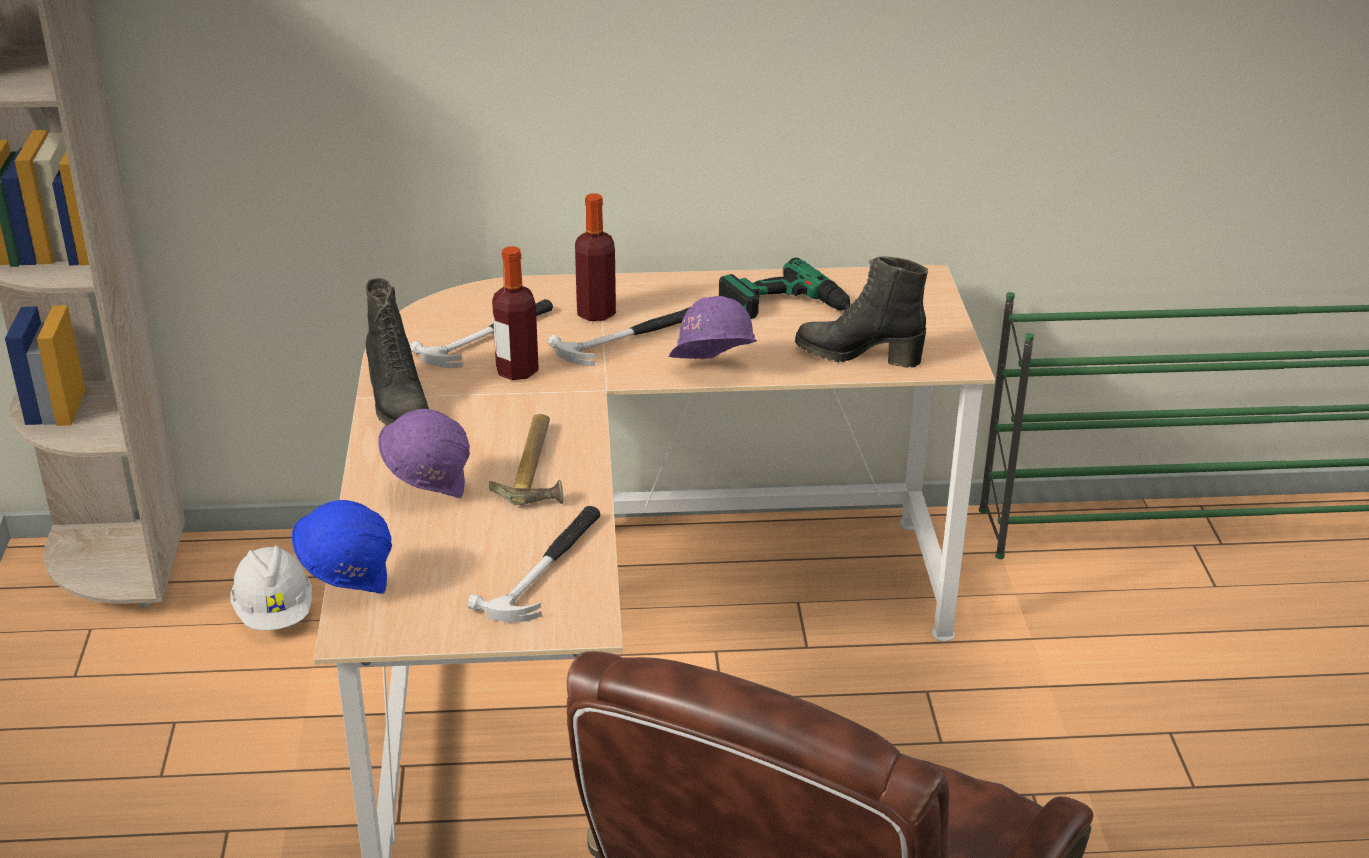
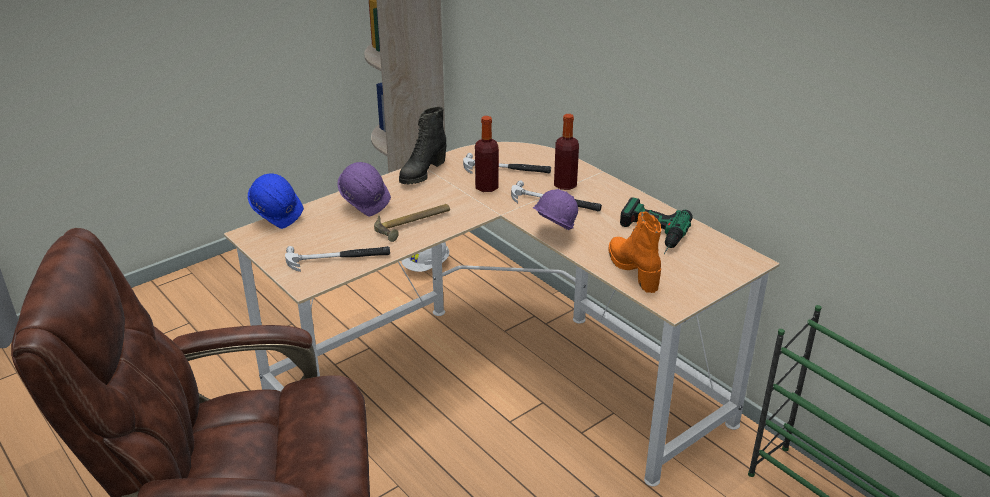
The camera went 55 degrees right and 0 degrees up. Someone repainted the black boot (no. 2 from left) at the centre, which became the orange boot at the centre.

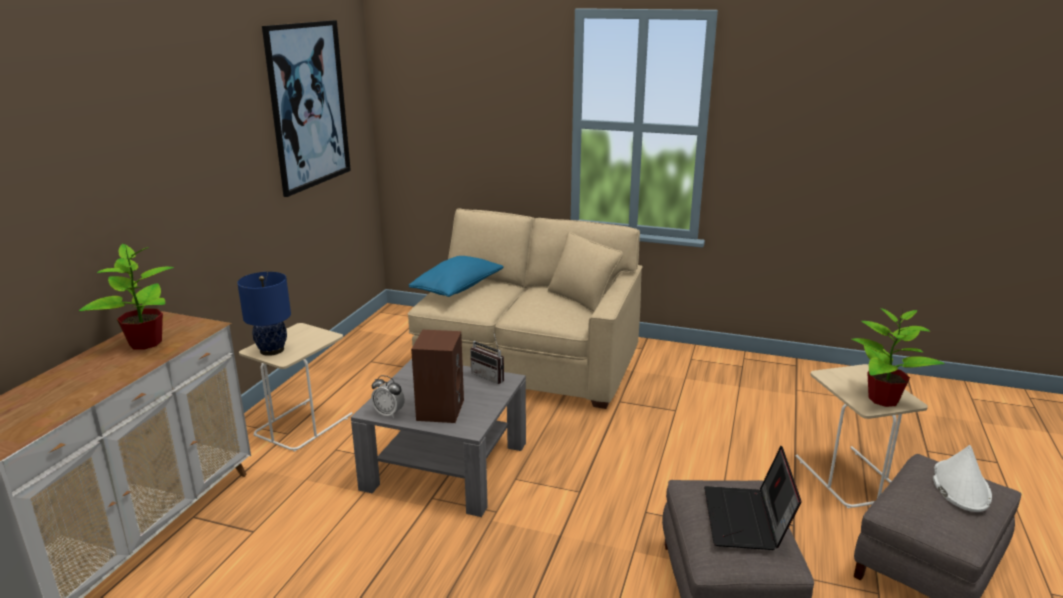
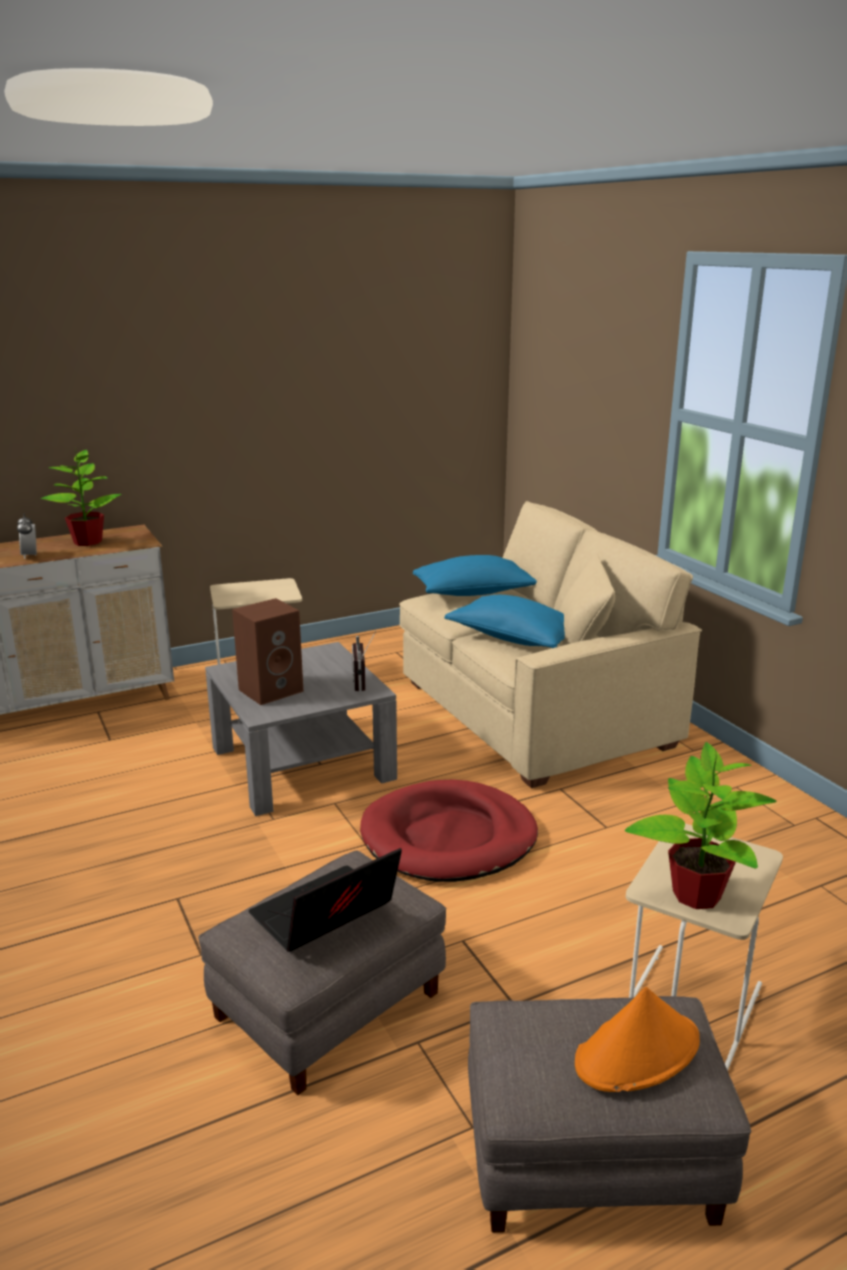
The camera went 45 degrees right and 0 degrees up. Someone took away the blue table lamp at the middle left. Someone took away the picture at the top left. Someone put down the red dog bed at the centre. Someone put down the blue pillow (no. 2 from left) at the centre. Someone carried the alarm clock from the centre to the middle left. Someone repainted the white hat at the bottom right, which became the orange hat at the bottom right.

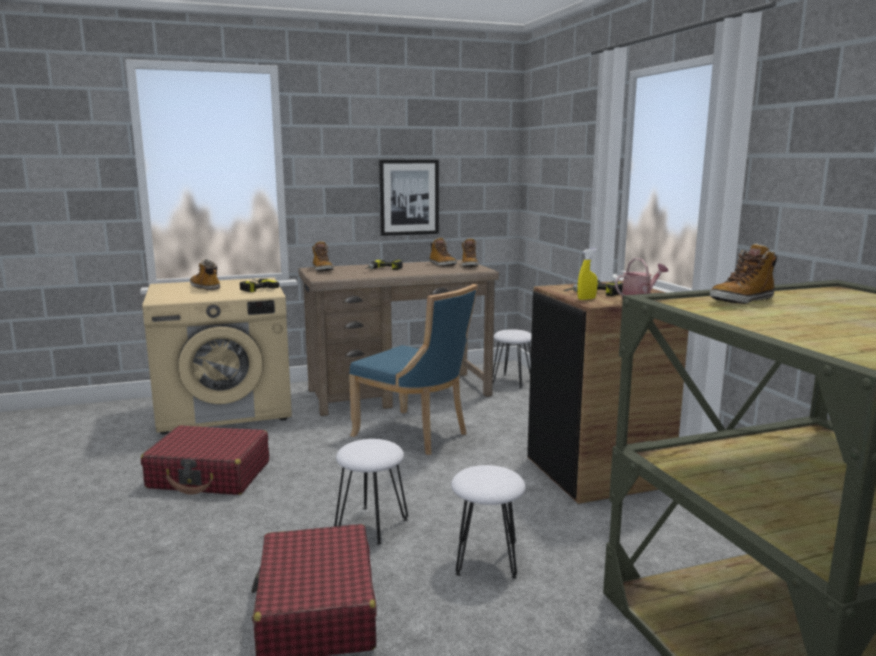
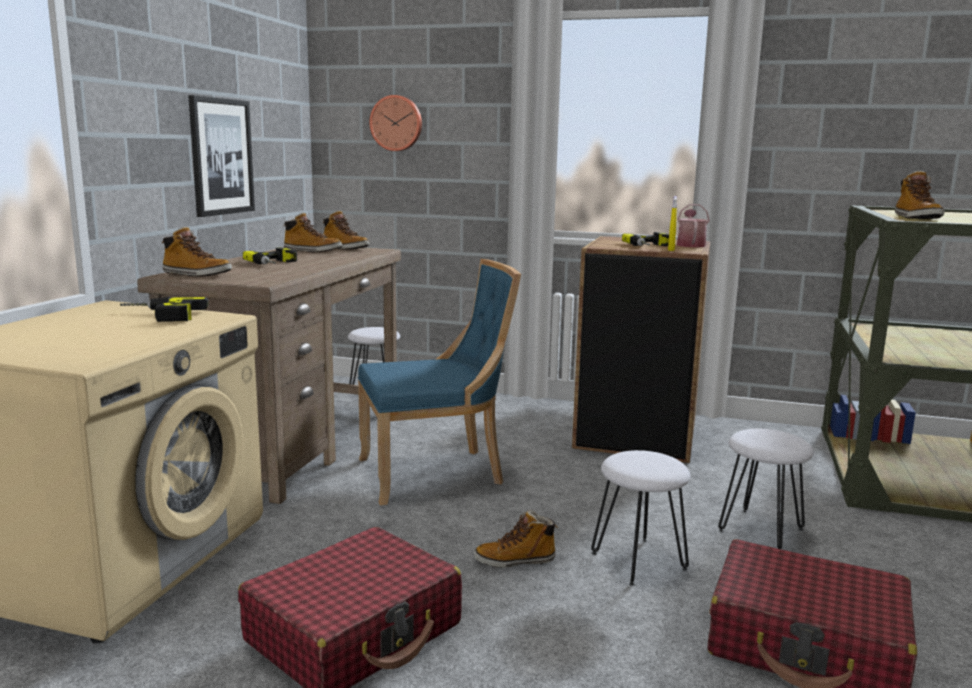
The camera went 55 degrees left and 0 degrees up. Someone put up the wall clock at the top centre. Someone carried the boot (no. 1 from left in the first image) from the middle left to the bottom centre.

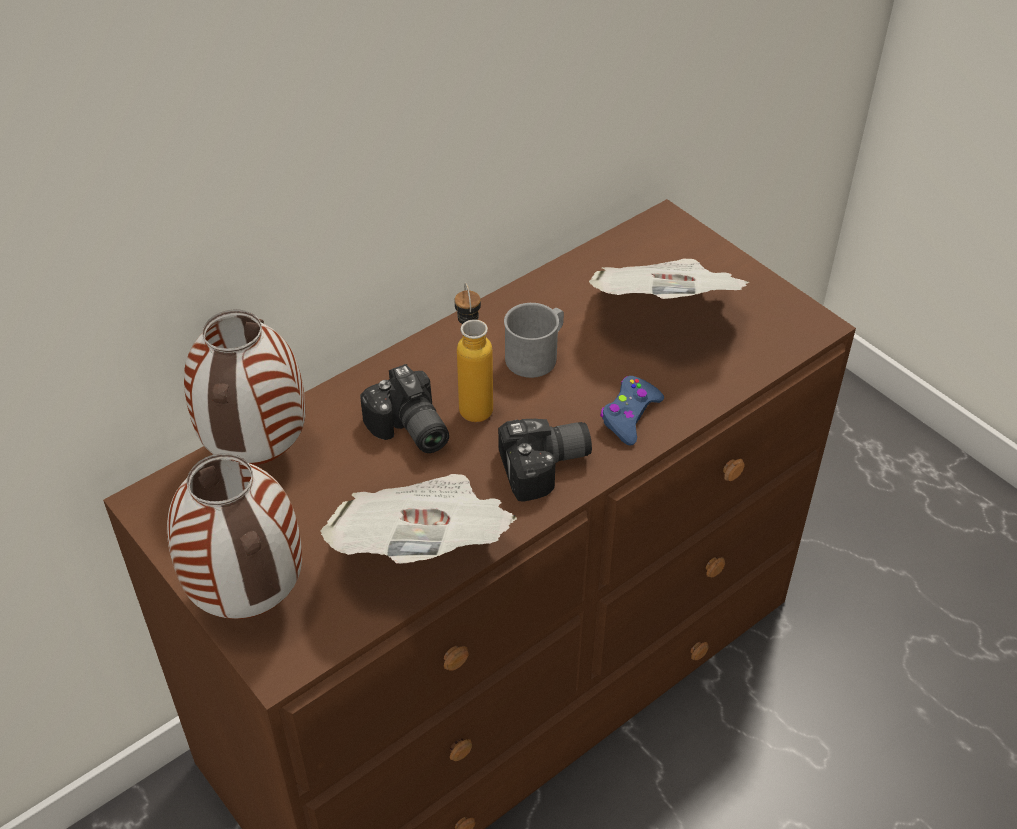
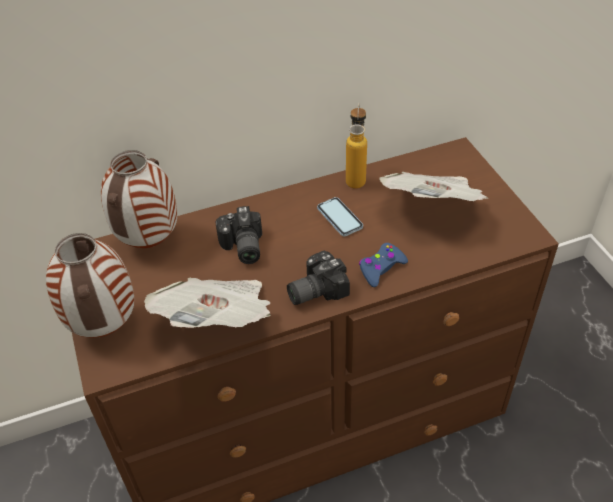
The camera went 20 degrees right and 0 degrees up. Someone carried the bottle from the centre to the top centre. Someone swapped the grey mug at the centre for the phone at the centre. Someone rotated the photo camera (no. 2 from left) at the centre by 150 degrees clockwise.

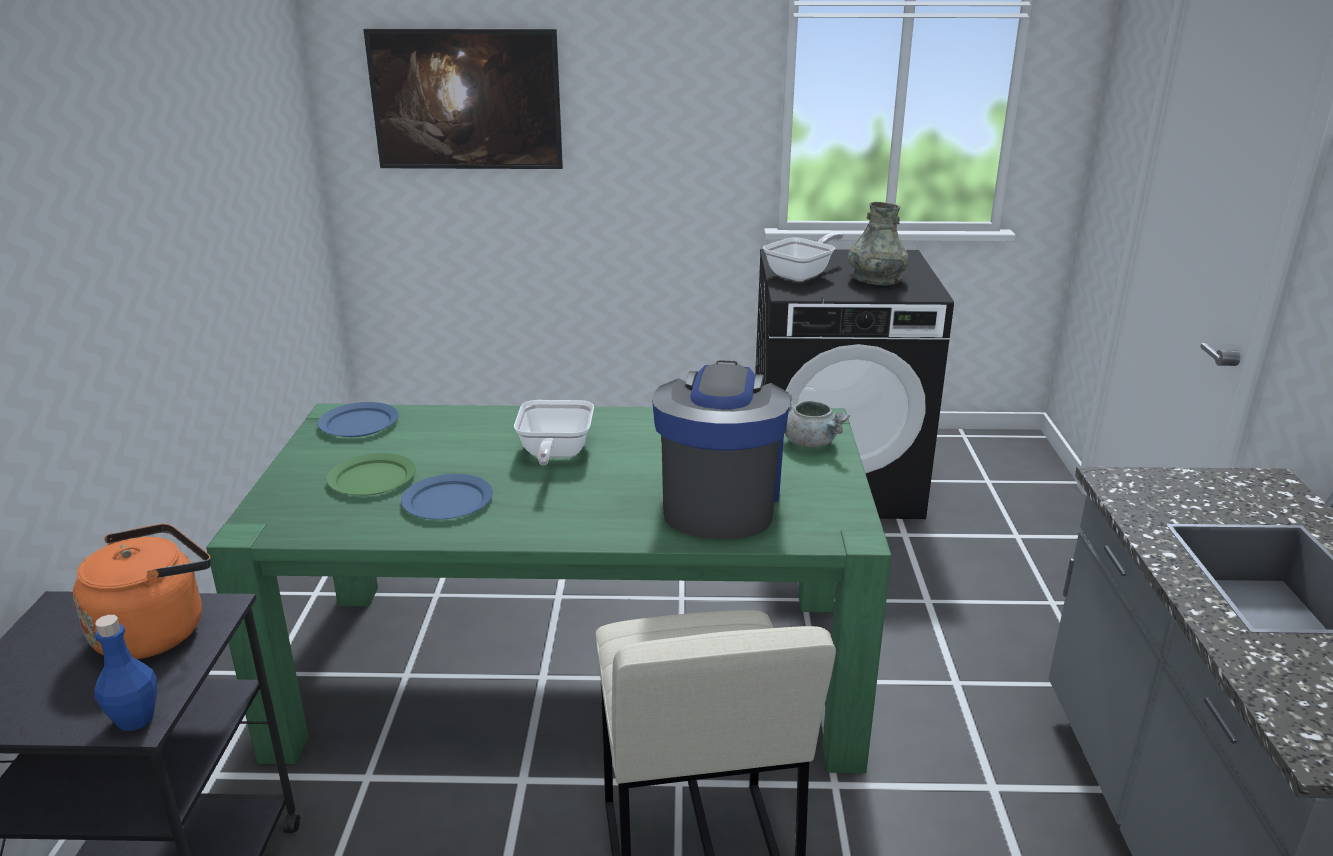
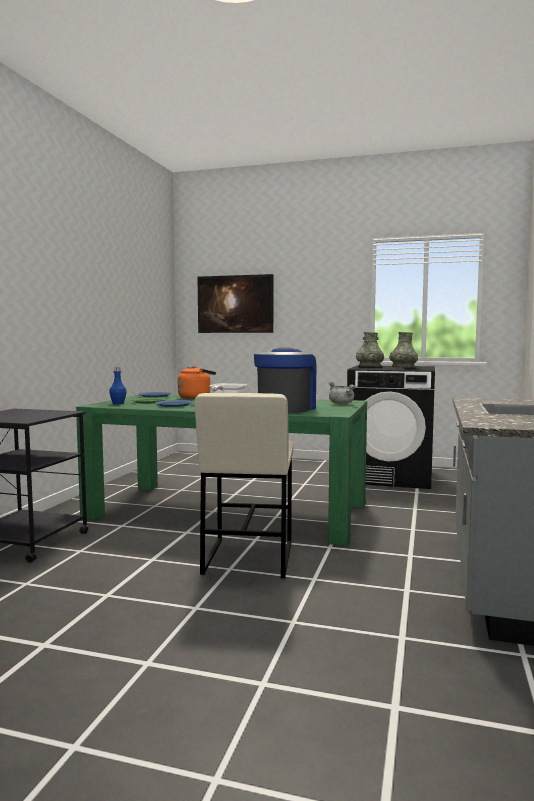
The camera went 15 degrees right and 20 degrees down. Someone carried the orange kettle from the bottom left to the centre. Someone carried the blue bottle from the bottom left to the middle left. Someone swapped the frying pan (no. 2 from left) at the top centre for the grey vase (no. 1 from left) at the middle right.

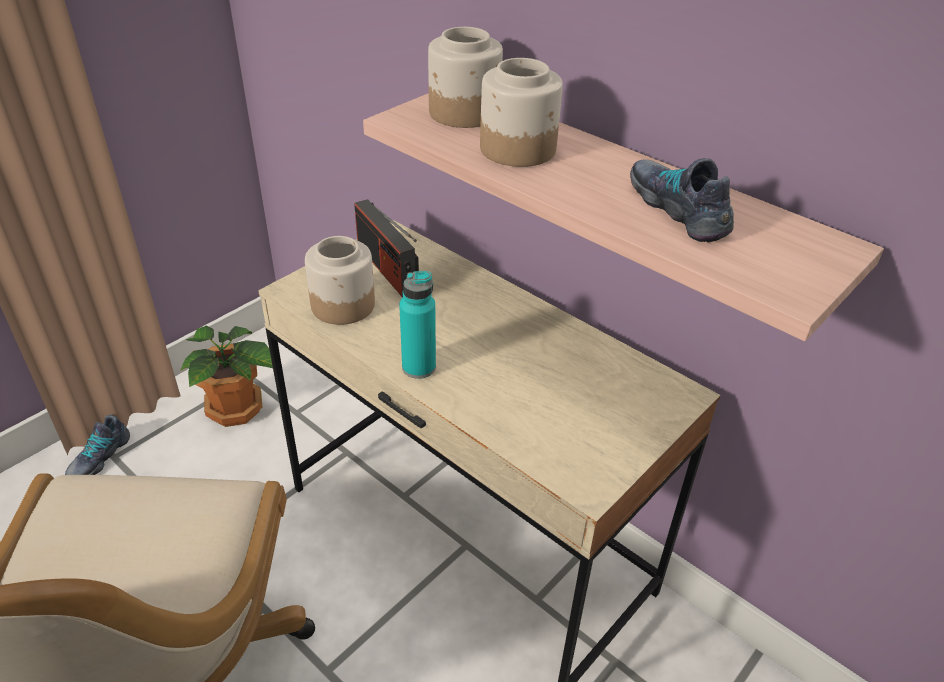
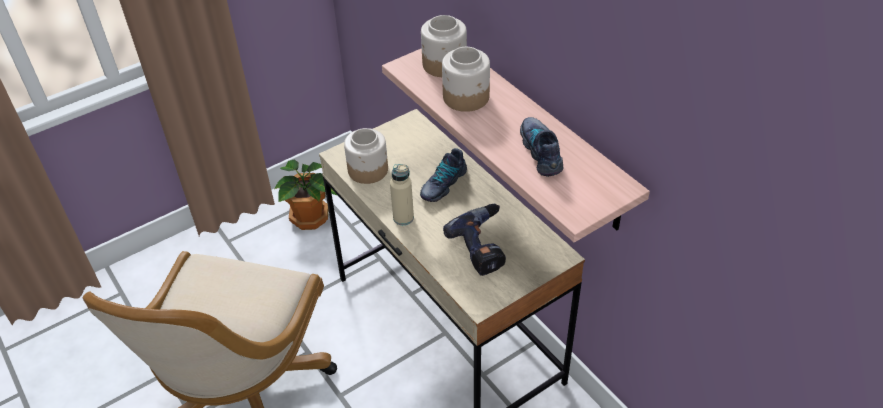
The camera went 15 degrees right and 5 degrees up. Someone took away the radio at the centre. Someone put down the power drill at the centre. Someone carried the shoe (no. 1 from left) from the middle left to the centre. Someone repainted the turquoise bottle at the centre, which became the beige bottle at the centre.

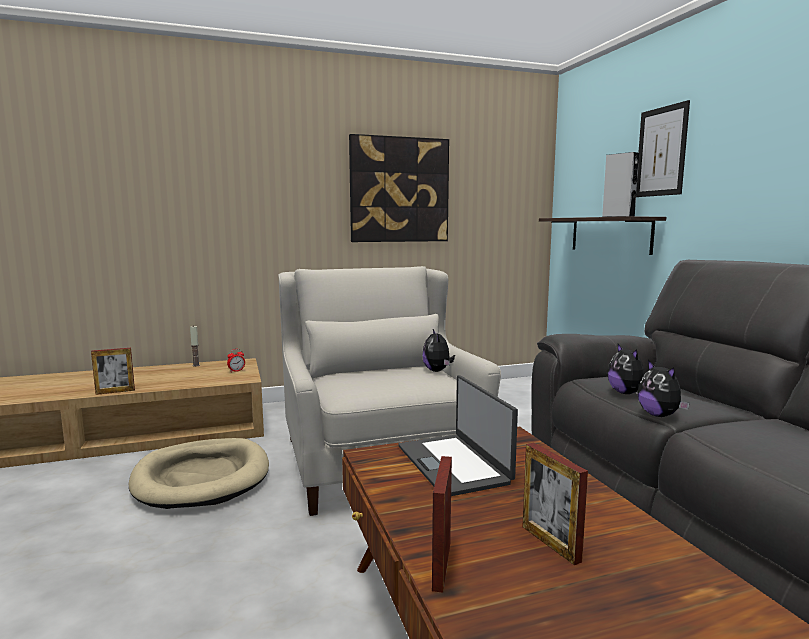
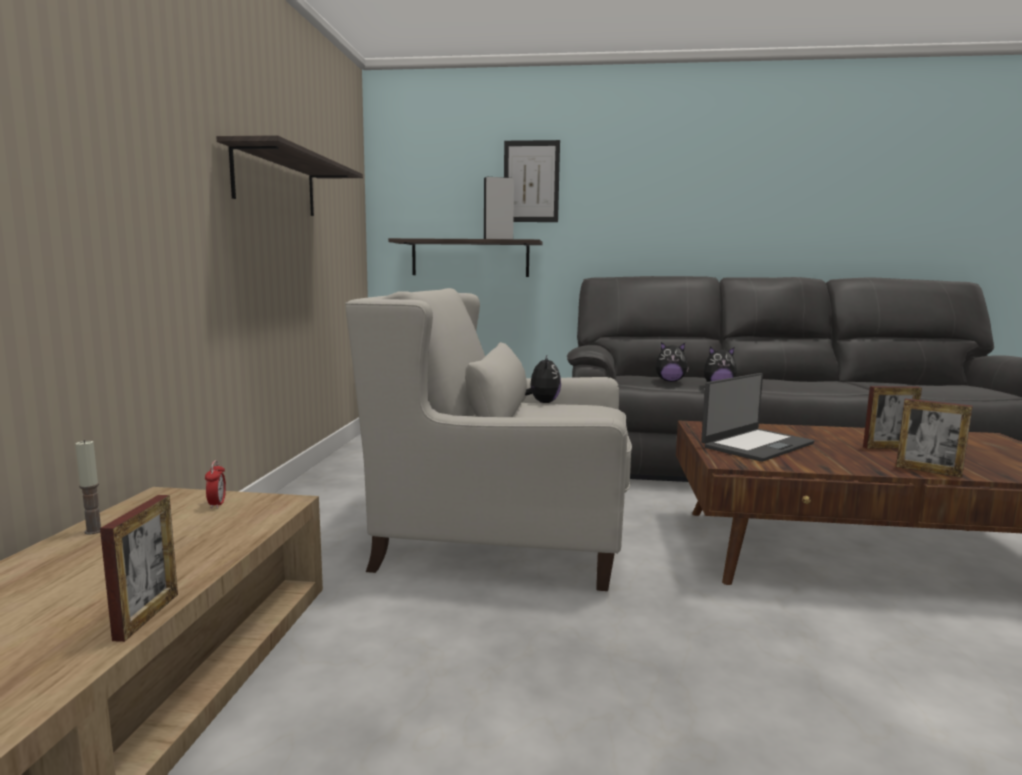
The camera went 65 degrees left and 0 degrees up. Someone took away the beige dog bed at the bottom left. Someone swapped the picture (no. 1 from left) at the top centre for the shelf (no. 1 from left) at the top left. Someone rotated the laptop at the bottom centre by 45 degrees counterclockwise. Someone rotated the plush toy (no. 1 from left) at the centre by 105 degrees counterclockwise.

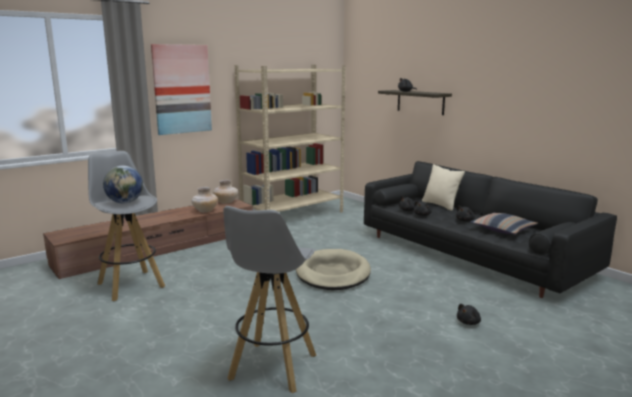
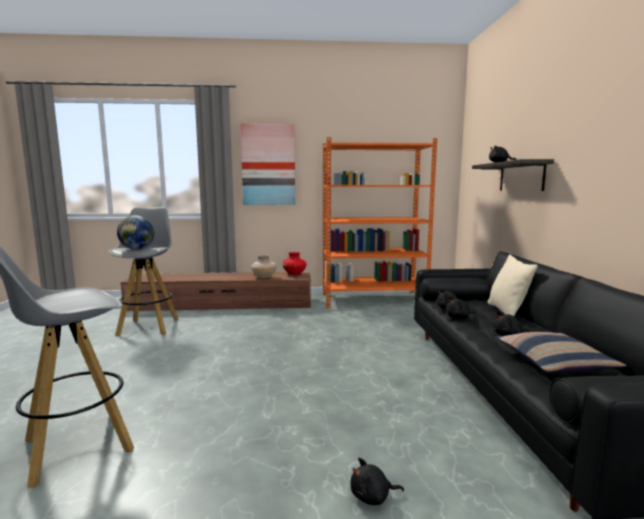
The camera went 35 degrees right and 5 degrees down. Someone took away the beige dog bed at the bottom centre. Someone repainted the beige vase (no. 2 from left) at the centre, which became the red vase at the centre. Someone repainted the beige bookcase at the centre, which became the orange bookcase at the centre.

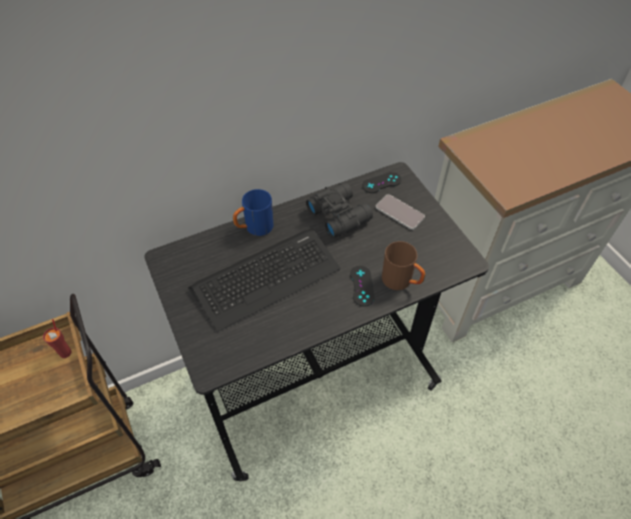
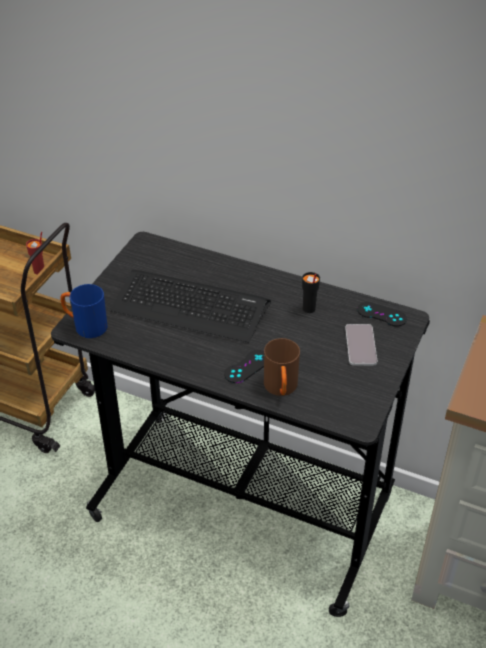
The camera went 50 degrees right and 10 degrees down. Someone carried the blue mug from the centre to the middle left. Someone swapped the black binoculars at the centre for the black cup at the centre.

